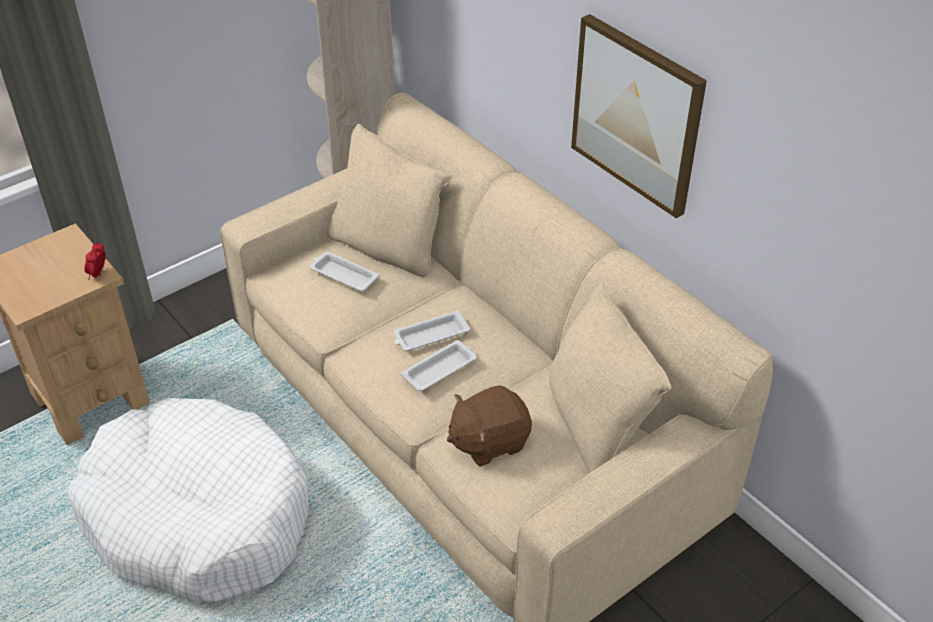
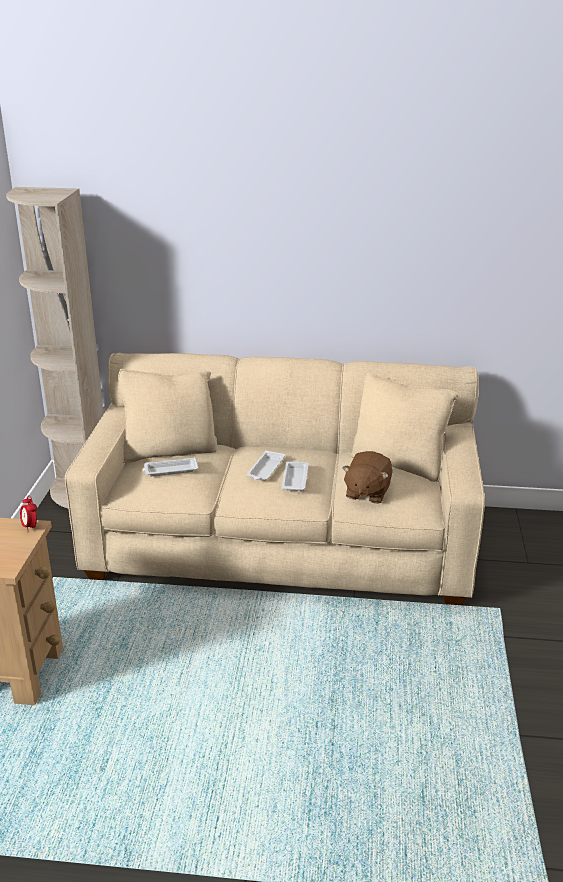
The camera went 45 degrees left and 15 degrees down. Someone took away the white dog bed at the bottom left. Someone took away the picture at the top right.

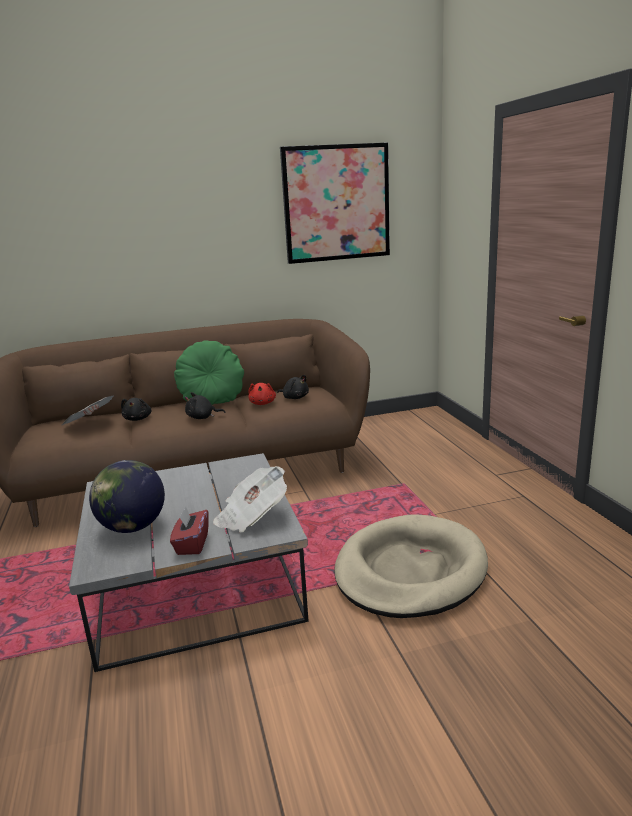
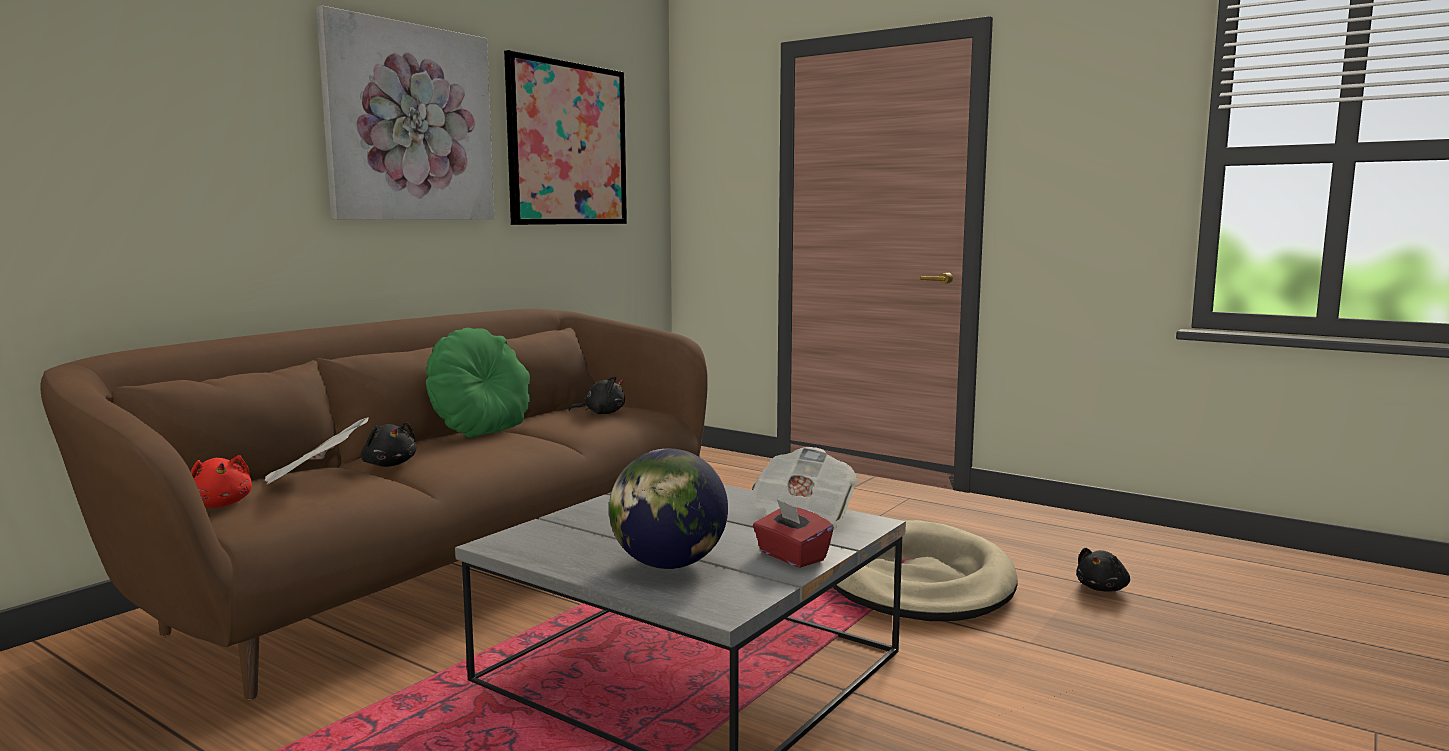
The camera went 40 degrees left and 10 degrees down. Someone put up the picture (no. 1 from left) at the top left. Someone carried the black plush toy (no. 2 from left in the first image) from the middle left to the bottom right. Someone carried the red plush toy from the centre to the middle left.

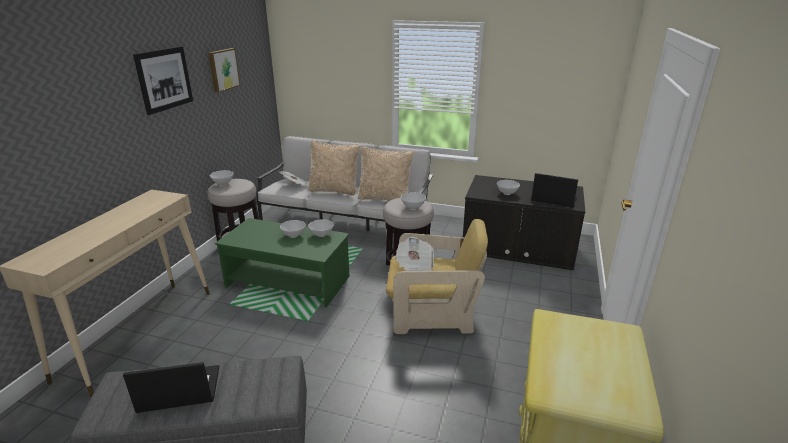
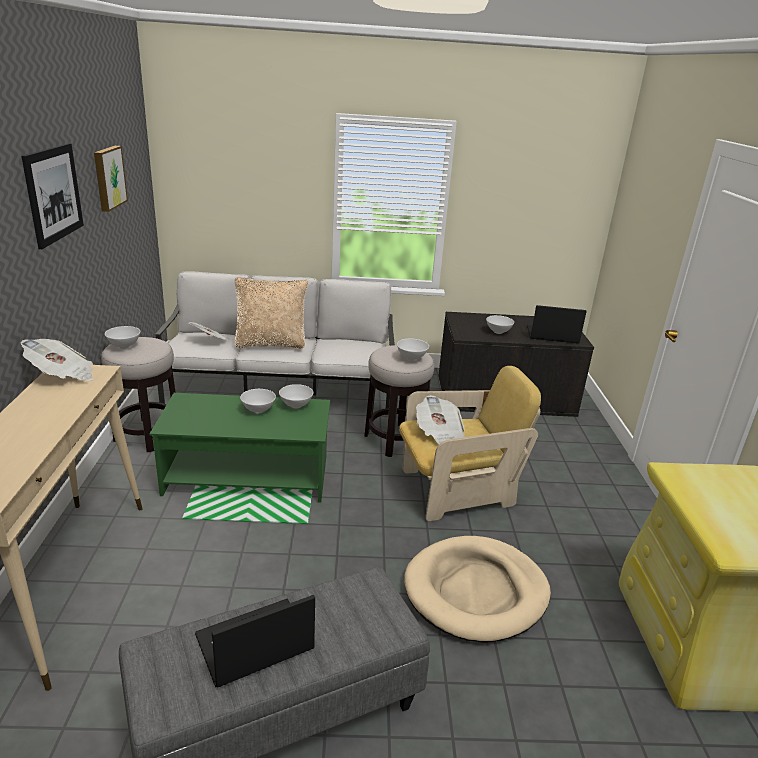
The camera went 20 degrees left and 0 degrees up. Someone took away the beige pillow (no. 2 from left) at the centre. Someone put down the newspaper (no. 1 from left) at the middle left. Someone put down the beige dog bed at the bottom centre.

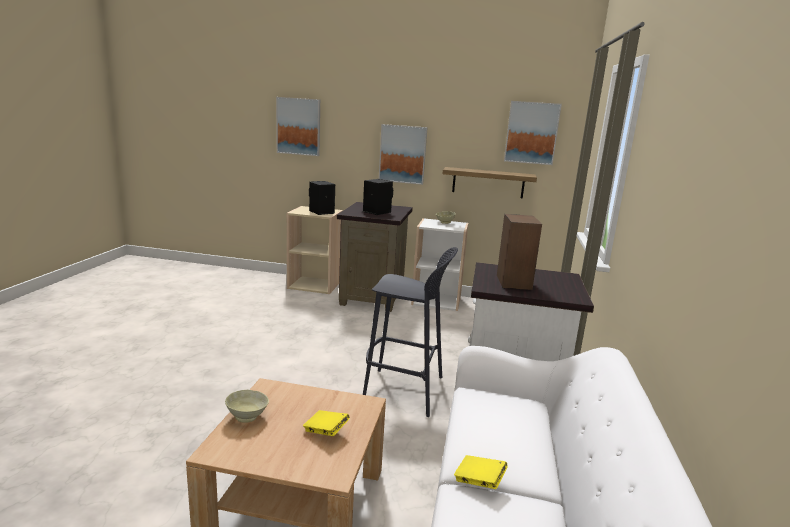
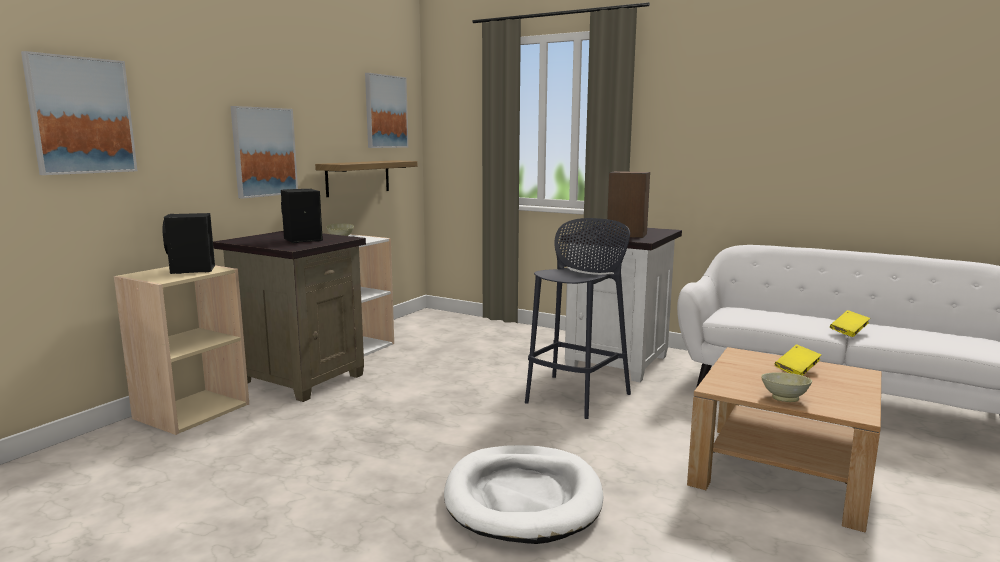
The camera went 70 degrees left and 5 degrees down. Someone put down the white dog bed at the bottom centre.

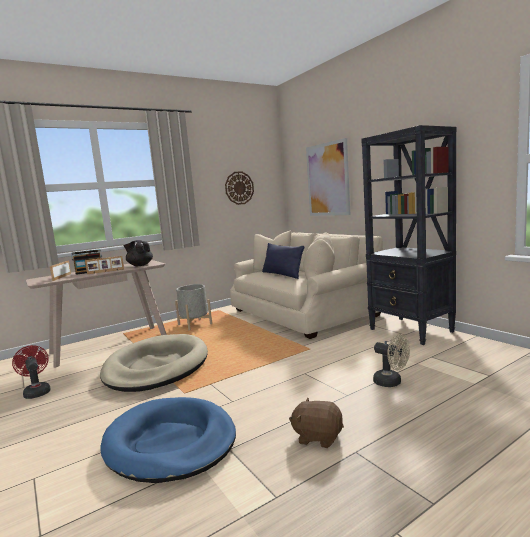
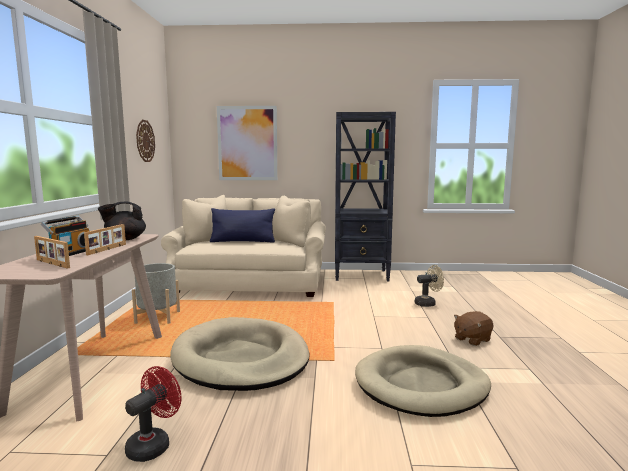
The camera went 55 degrees left and 0 degrees up. Someone repainted the blue dog bed at the bottom left, which became the beige dog bed (no. 2 from left) at the bottom right. Someone rotated the red fan at the bottom left by 120 degrees clockwise.

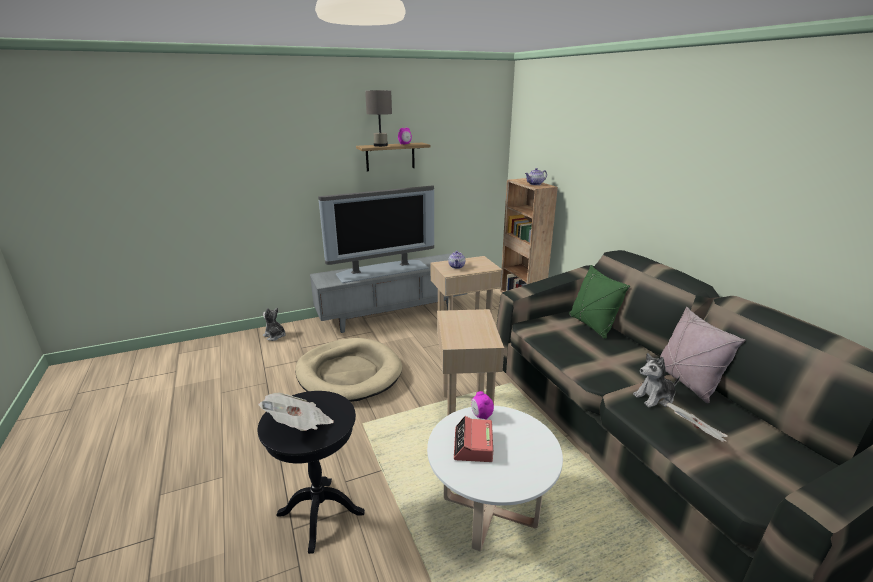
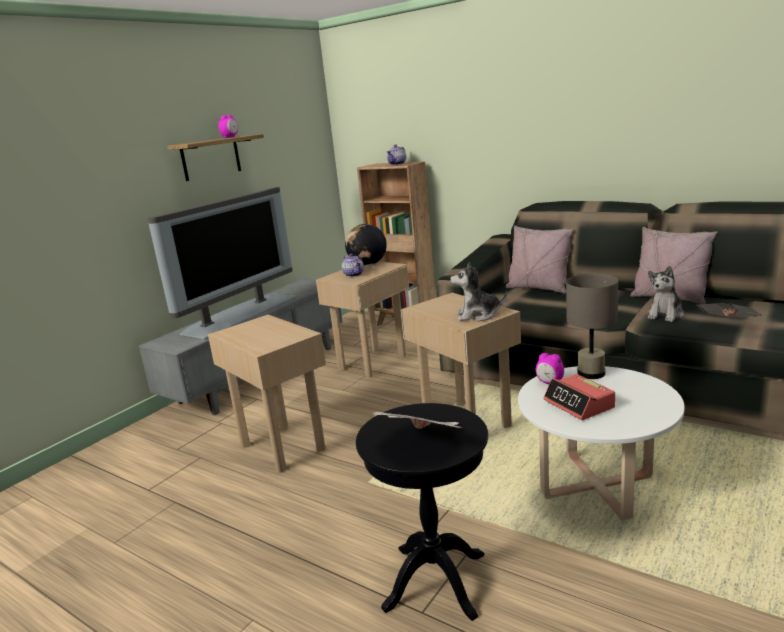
The camera went 30 degrees left and 5 degrees down. Someone put down the globe at the centre. Someone carried the plush toy (no. 1 from left) from the middle left to the centre. Someone carried the grey table lamp from the top centre to the middle right. Someone swapped the beige dog bed at the centre for the beige side table (no. 1 from left) at the centre. Someone repainted the green pillow at the middle right, which became the purple pillow (no. 1 from left) at the middle right.

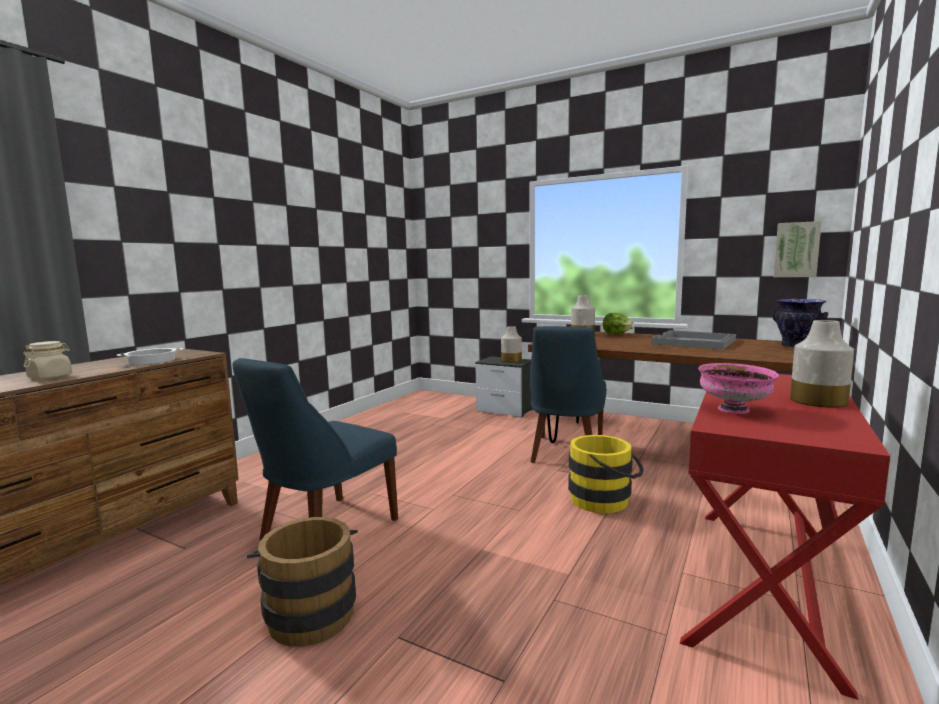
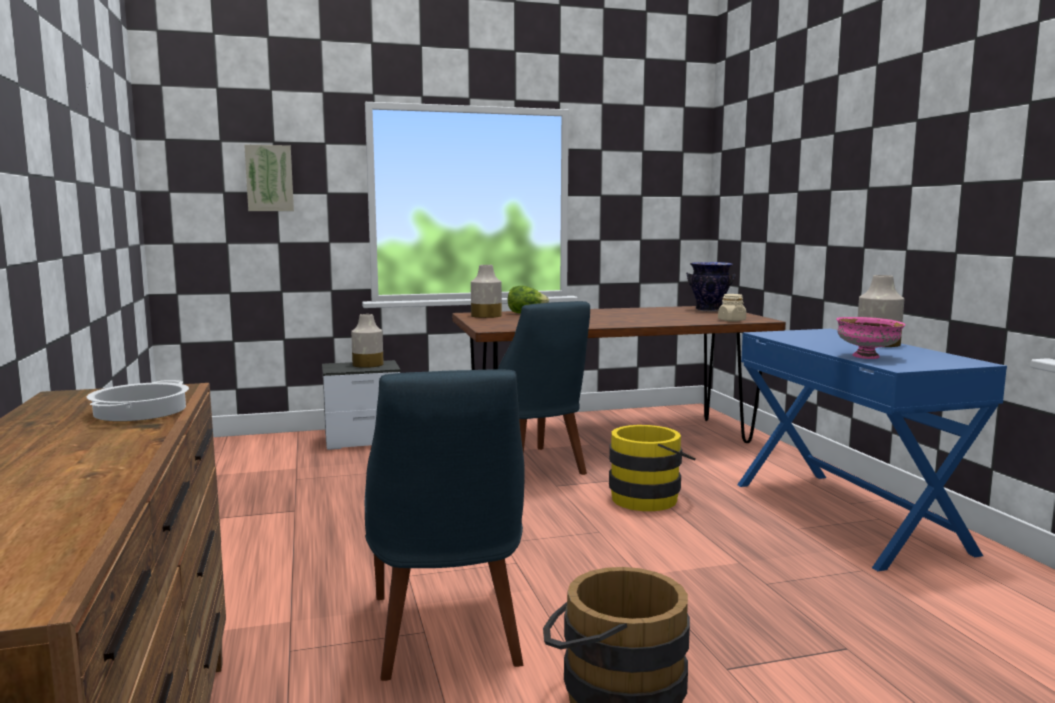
The camera went 45 degrees left and 0 degrees up. Someone took away the grey tray at the middle right. Someone carried the beige jar from the middle left to the middle right. Someone carried the picture from the middle right to the top left. Someone repainted the red console table at the bottom right, which became the blue console table at the middle right.

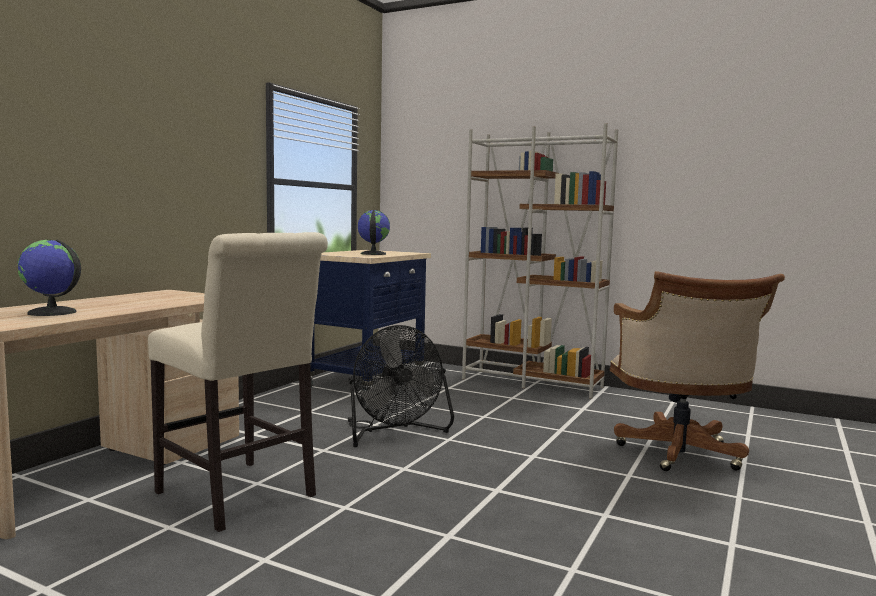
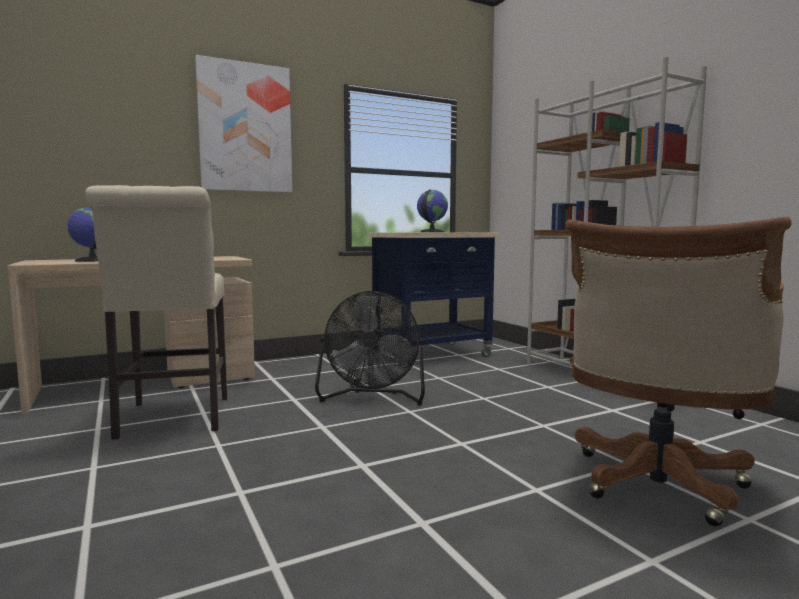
The camera went 35 degrees right and 0 degrees up. Someone put up the picture at the top left.

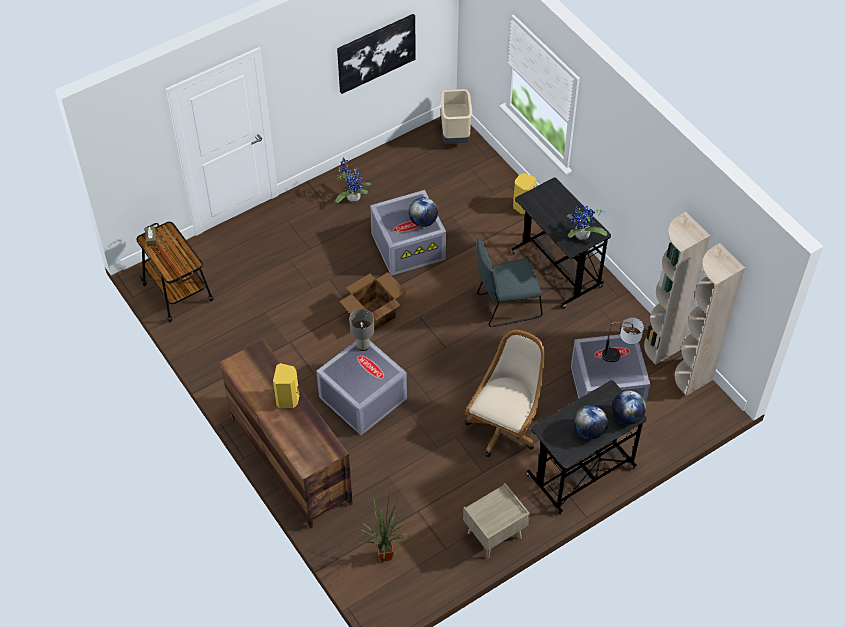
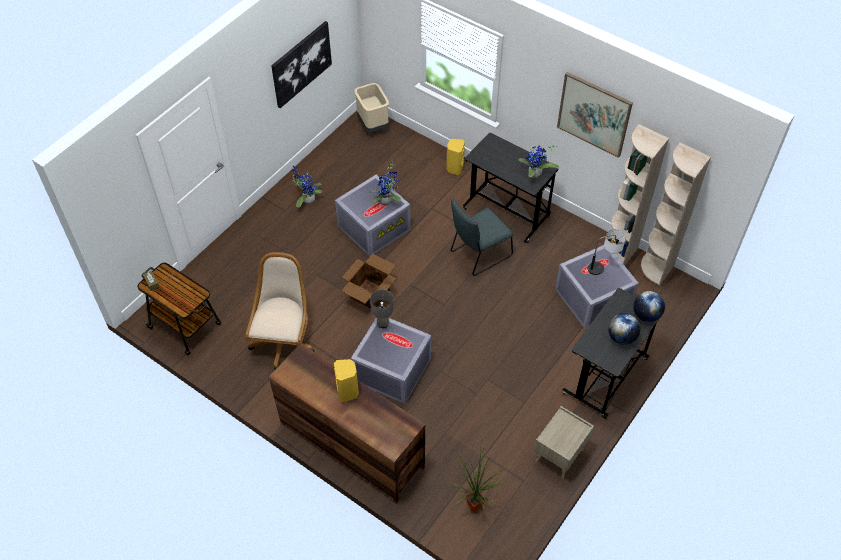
The camera went 20 degrees left and 0 degrees up. Someone put up the picture (no. 2 from left) at the top right. Someone carried the office chair from the centre to the middle left. Someone swapped the globe (no. 1 from left) at the centre for the potted plant (no. 2 from left) at the top centre.

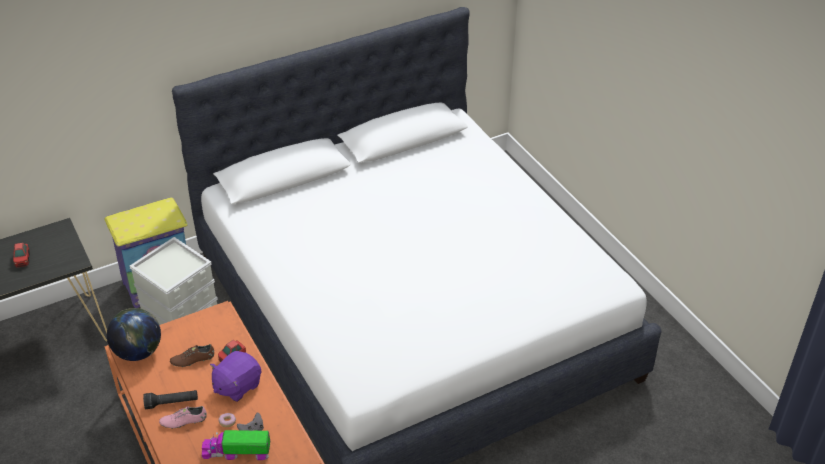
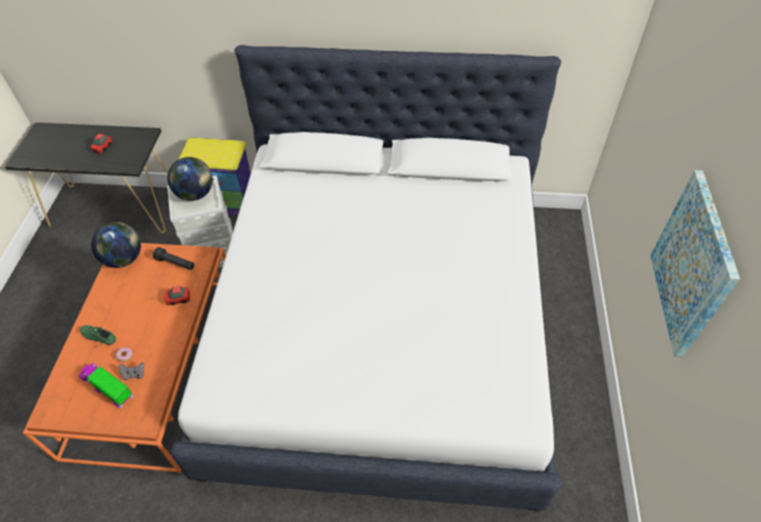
The camera went 35 degrees right and 10 degrees up. Someone took away the brown shoe at the bottom left. Someone took away the purple plush toy at the bottom left. Someone put down the globe (no. 2 from left) at the middle left. Someone put up the picture at the middle right. Someone carried the black flashlight from the bottom left to the middle left. Someone repainted the pink shoe at the bottom left, which became the green shoe at the middle left.

